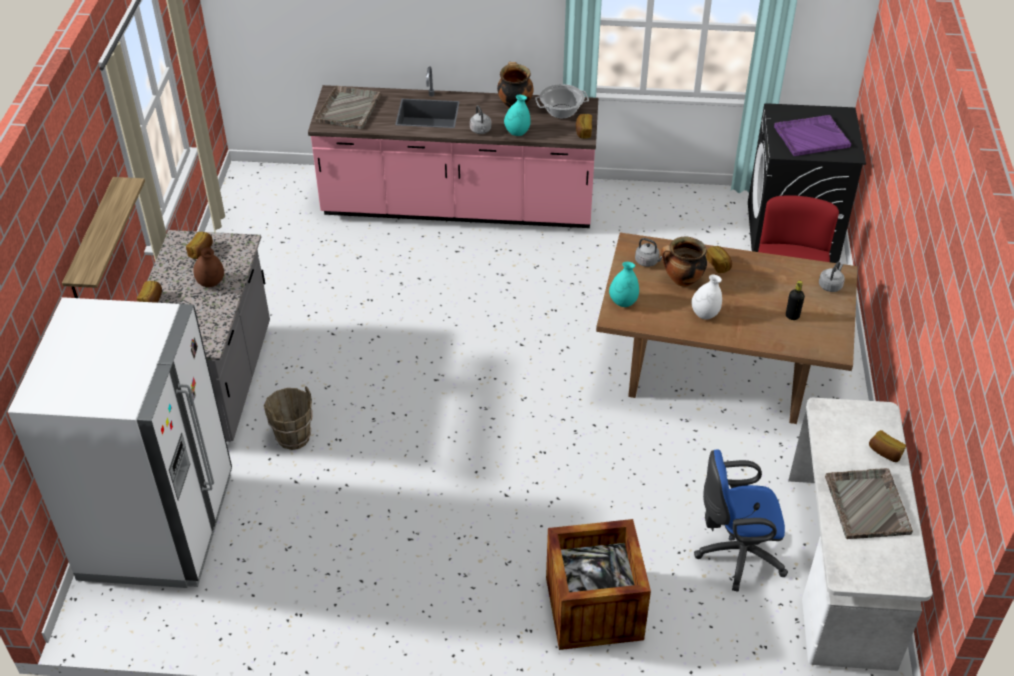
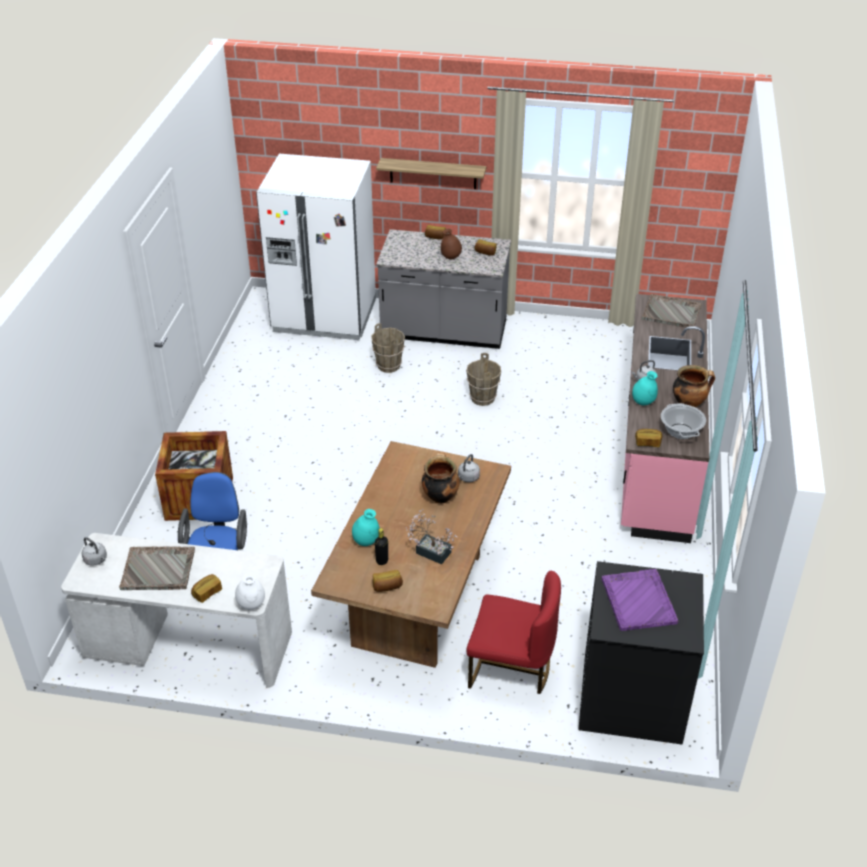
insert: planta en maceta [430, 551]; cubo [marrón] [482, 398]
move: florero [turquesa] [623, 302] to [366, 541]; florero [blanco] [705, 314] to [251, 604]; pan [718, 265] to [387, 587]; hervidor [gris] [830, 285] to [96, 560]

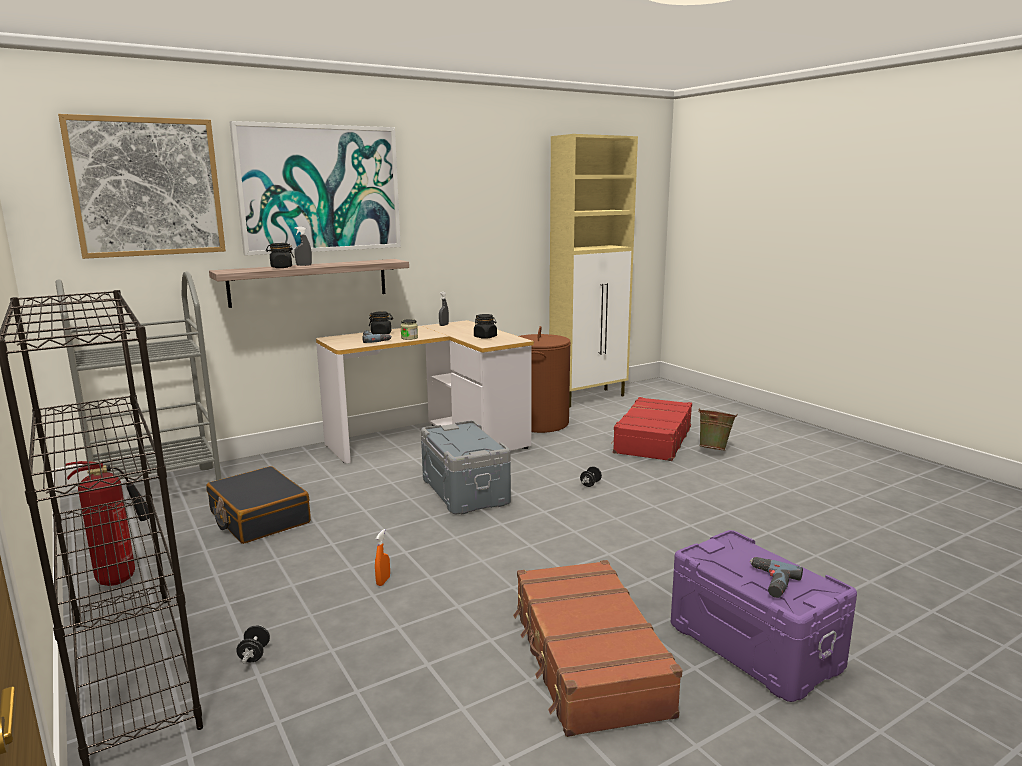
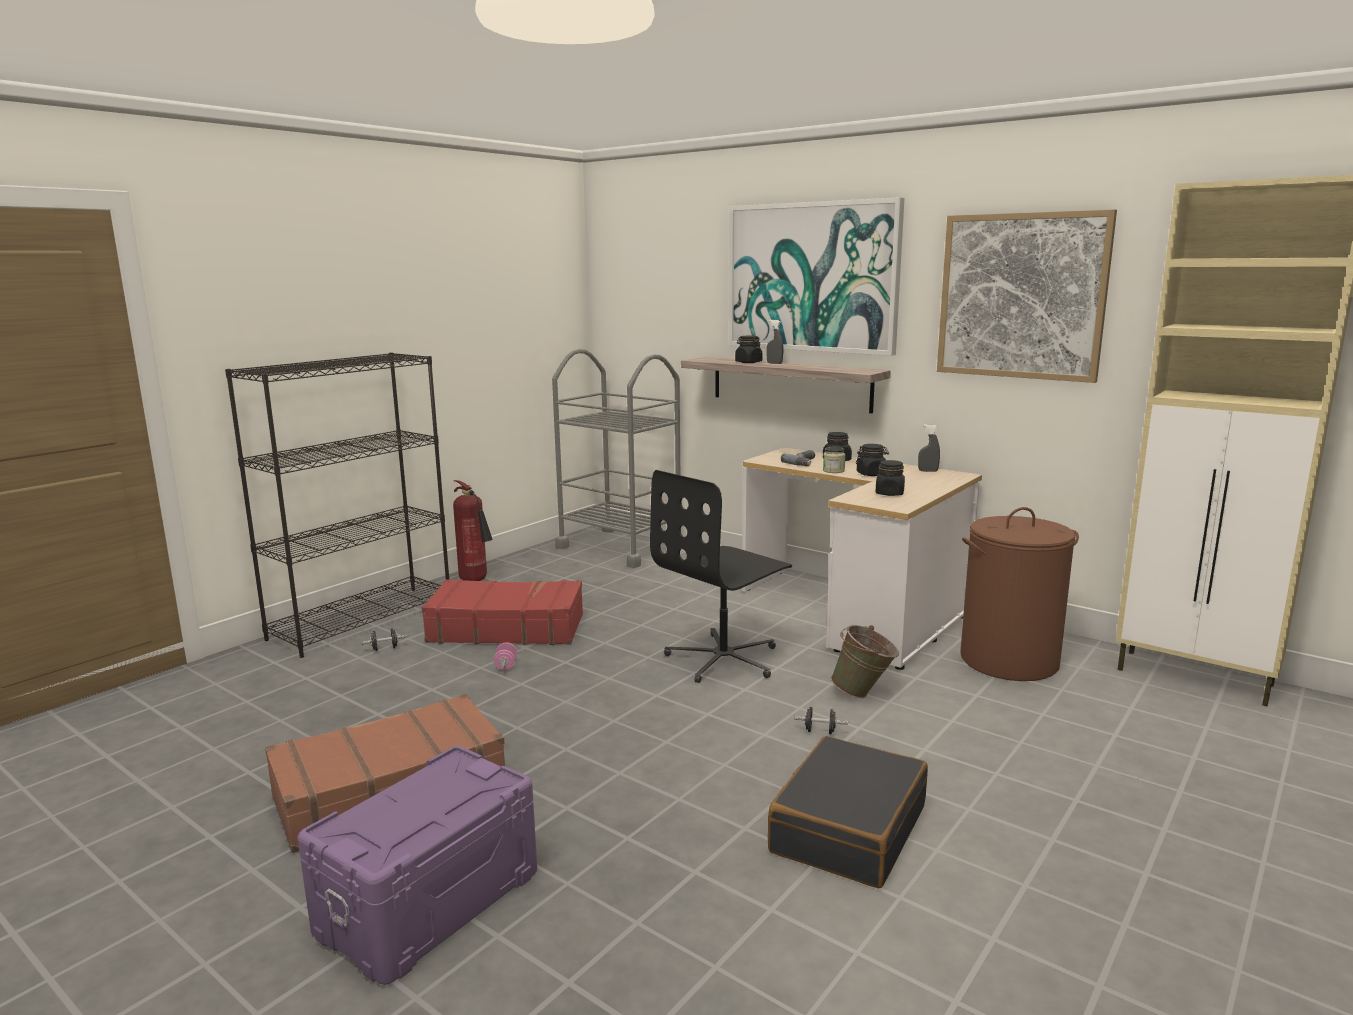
delete: taladro [770, 582]
insert: tarro [negro] [871, 474]
move: cuadro [147, 187] to [1021, 296]; maleta [negro] [259, 518] to [847, 829]; maleta [rojo] [652, 440] to [506, 628]; cubo [verde] [714, 449] to [864, 694]
replace: pulverizador [naranja] [383, 581] to mancuerna [rosa] [506, 665]; caja de almacenaje [gris] [464, 491] to silla de oficina [negro] [724, 659]

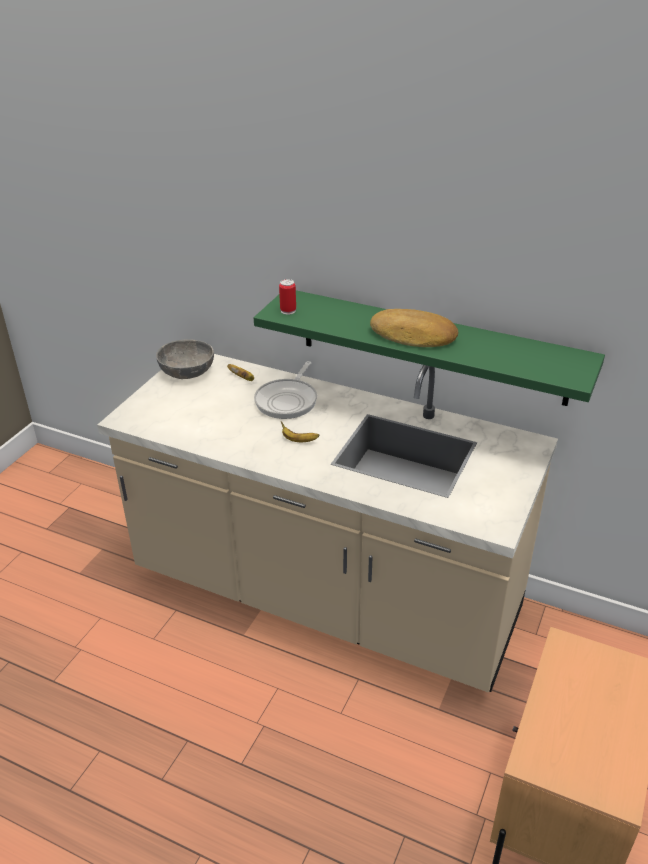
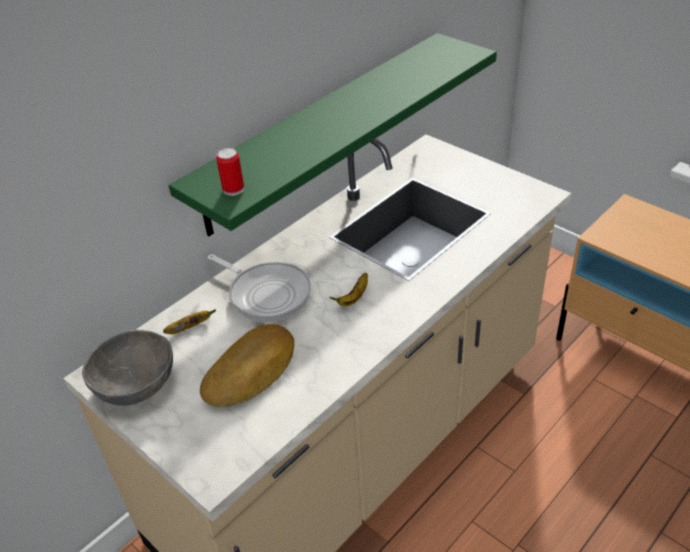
move: pan [413, 336] to [252, 371]

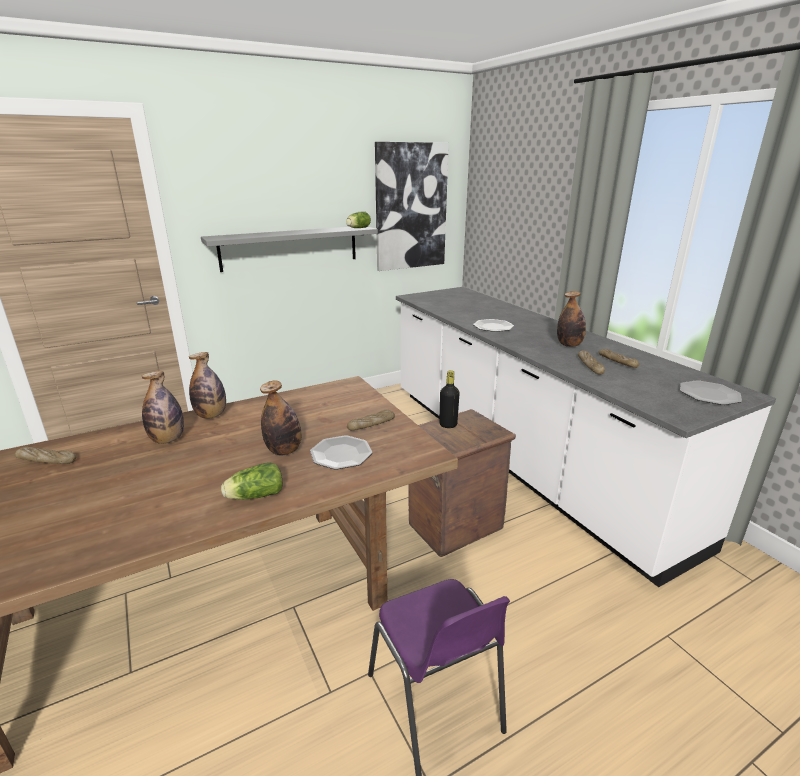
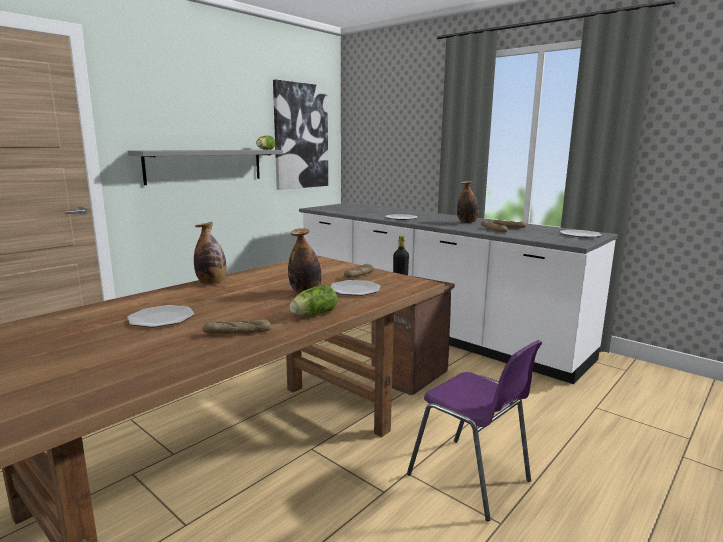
delete: botella [168, 439]
insert: plato [161, 318]
move: pan [47, 460] to [237, 332]

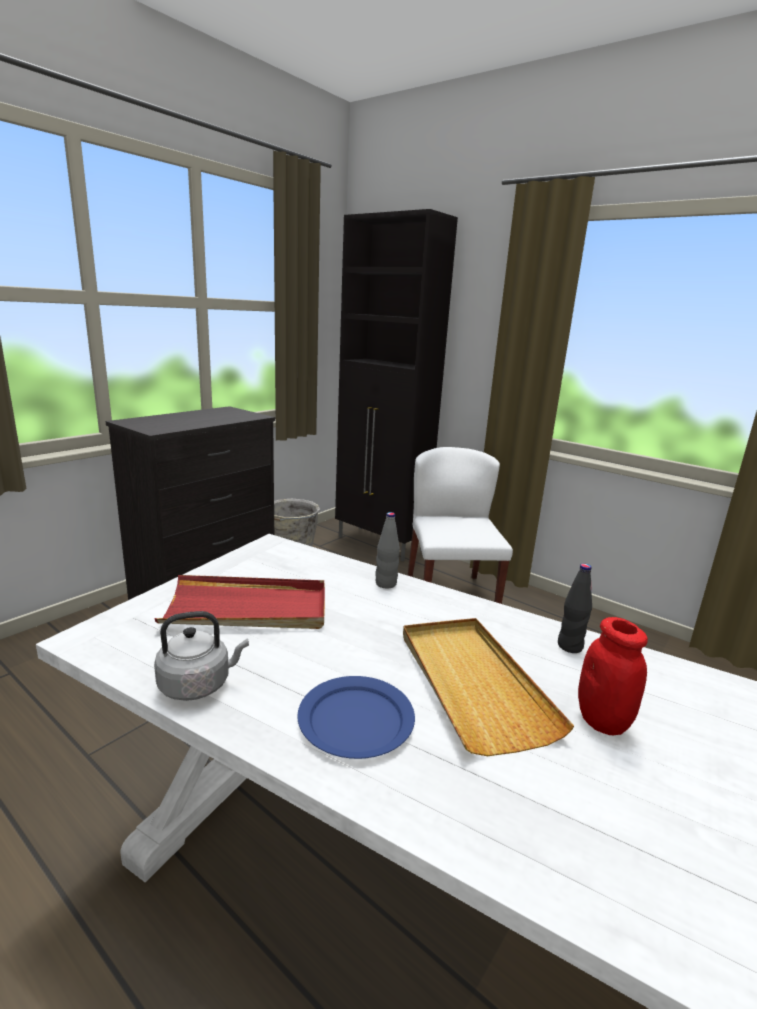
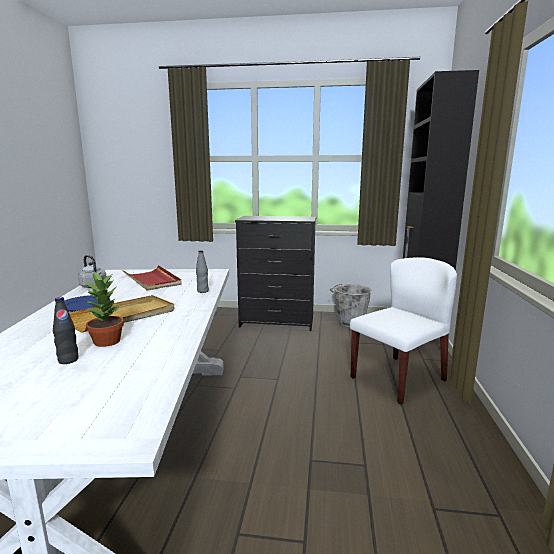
move: botella [negro] [569, 646] to [68, 360]
replace: tarro [rojo] [602, 721] to planta en maceta [107, 341]

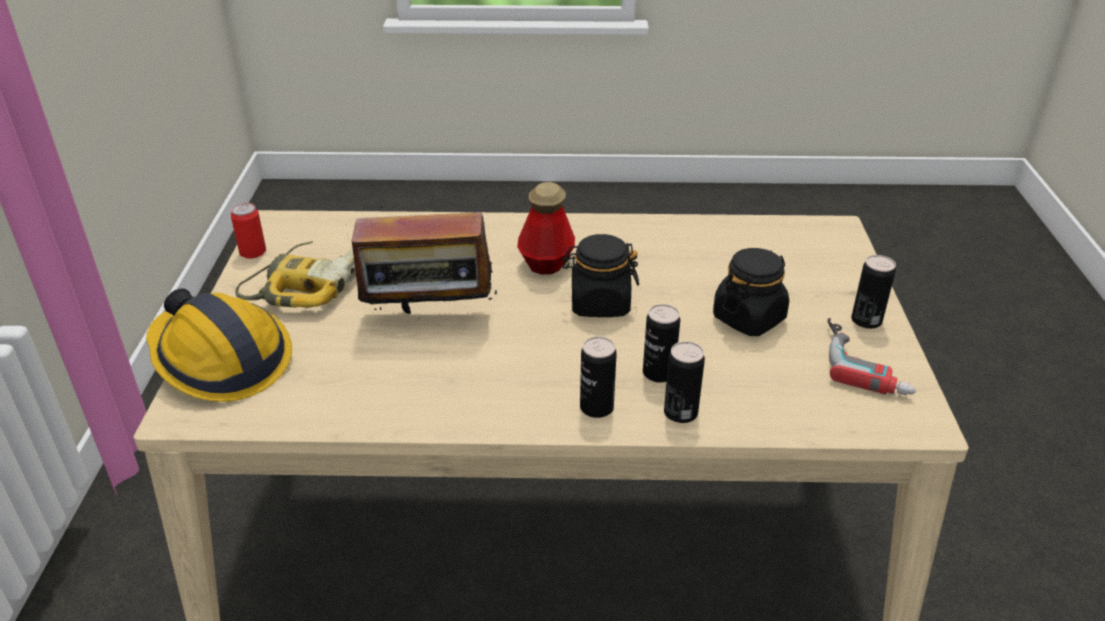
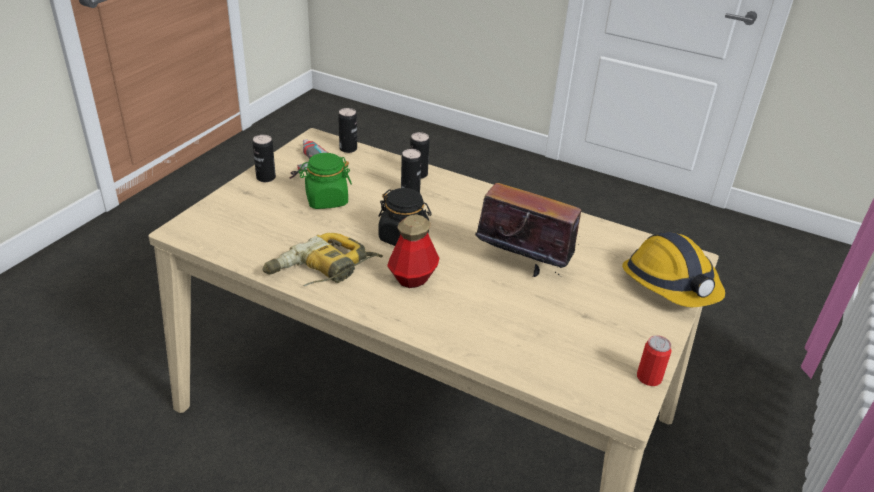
move: taladro [313, 282] to [322, 271]; lata [596, 407] to [348, 149]
recolor: tarro [negro] [749, 318] to tarro [verde] [326, 200]

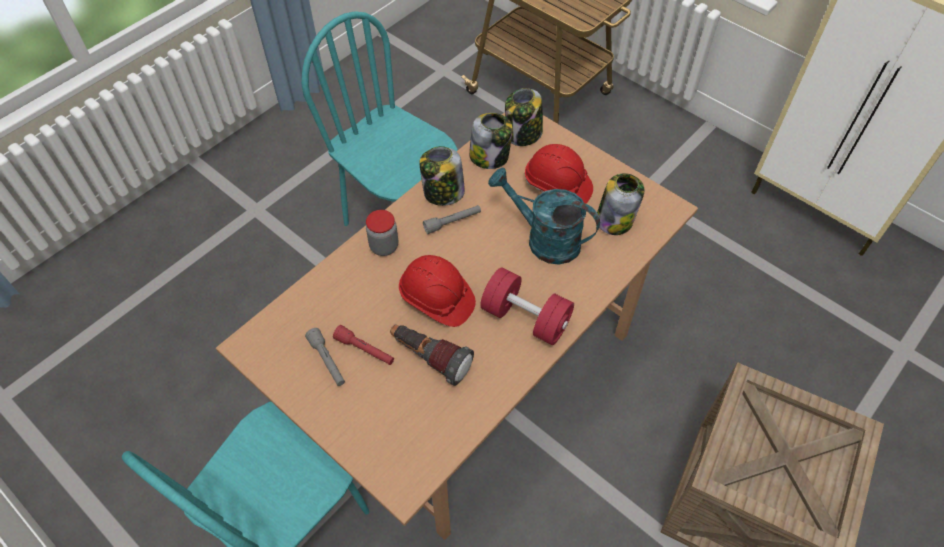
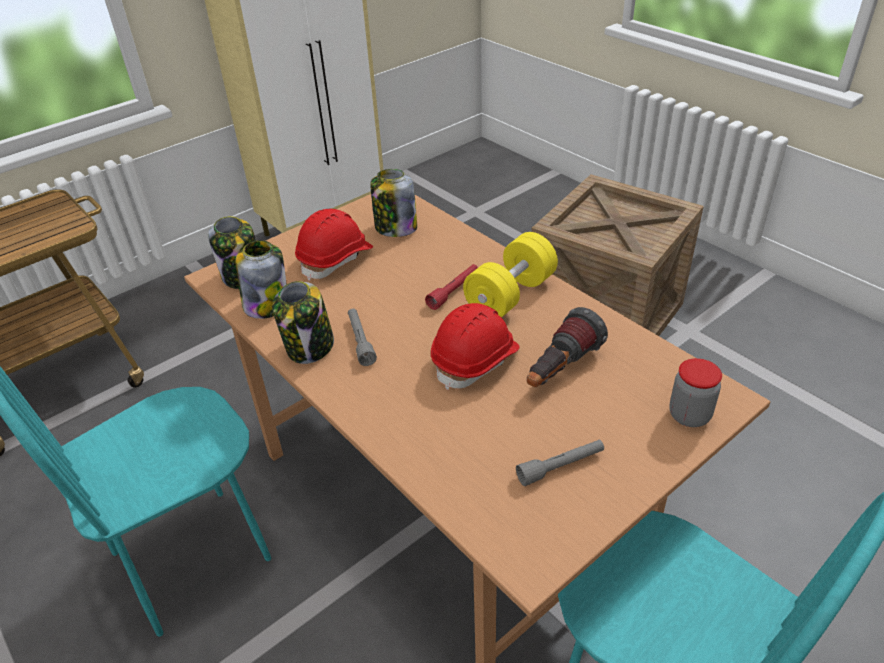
delete: regadera [turquesa] [544, 239]
move: linterna [rojo] [365, 350] to [454, 291]; tarro [384, 246] to [689, 415]
recolor: mancuerna [rojo] [525, 318] to mancuerna [amarillo] [510, 295]

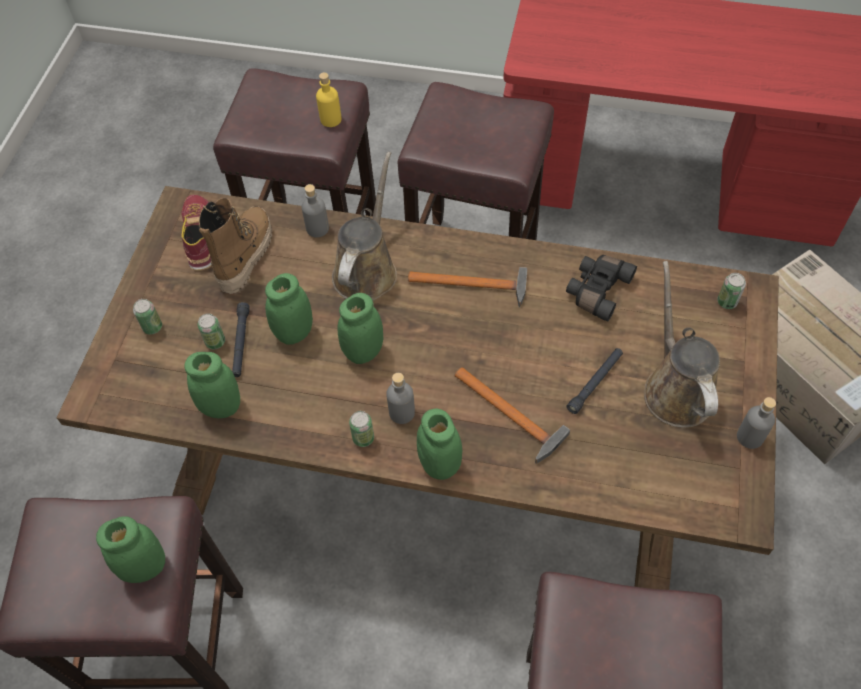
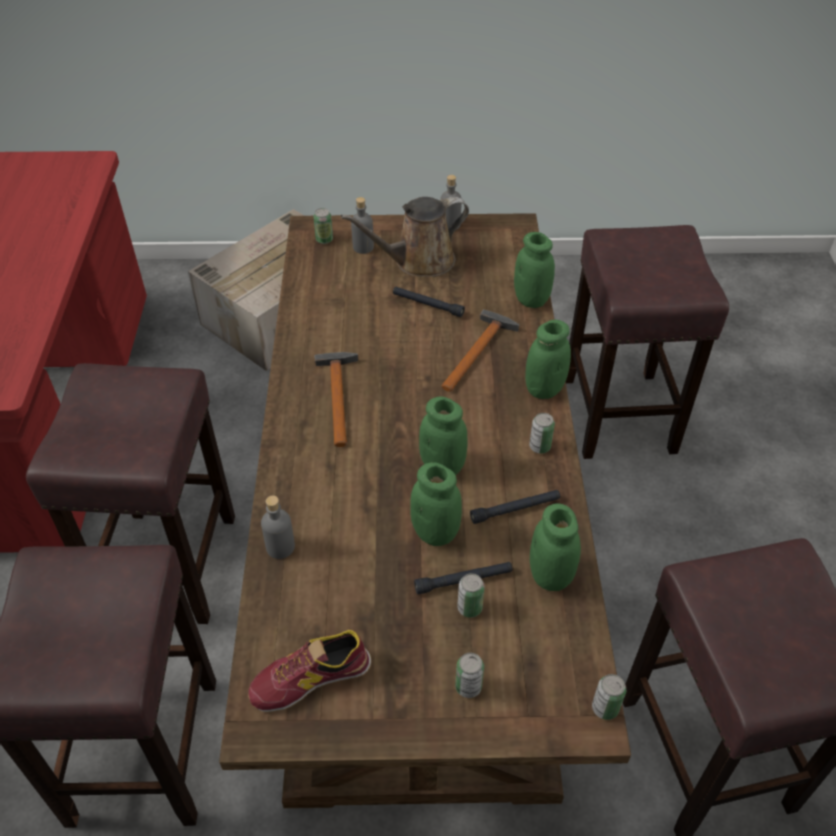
delete: bota [244, 256]; botella [amarillo] [330, 119]; regadera [marrón] [367, 270]; prismáticos [negro] [597, 290]
insert: linterna [negro] [515, 509]; lata [605, 708]
move: tarro [verde] [145, 567] to [531, 299]; botella [gris] [401, 412] to [363, 247]

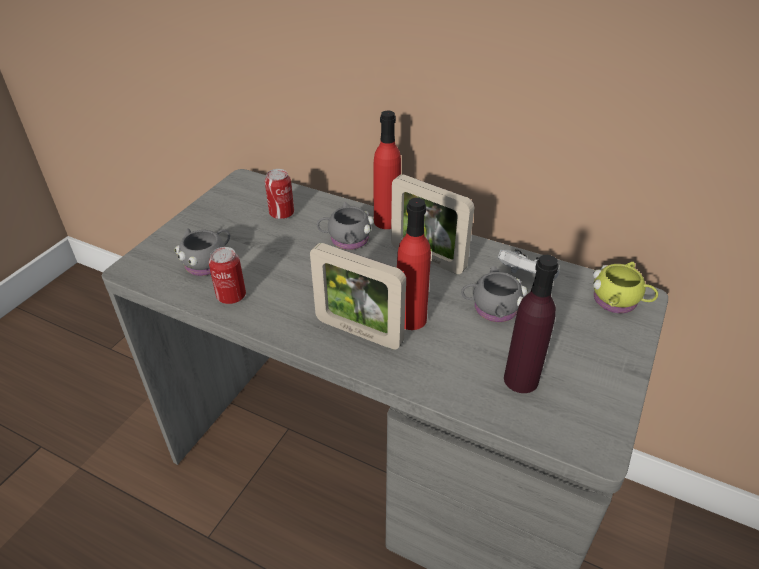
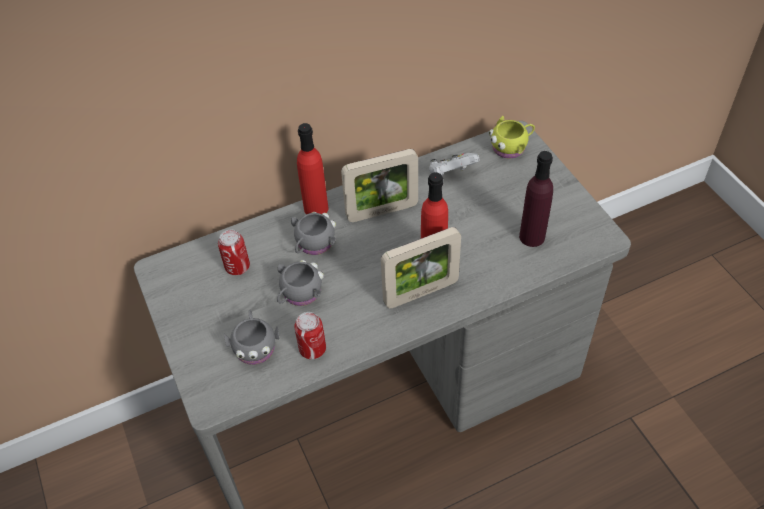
move: taza grande [gris] [491, 308] to [299, 294]

